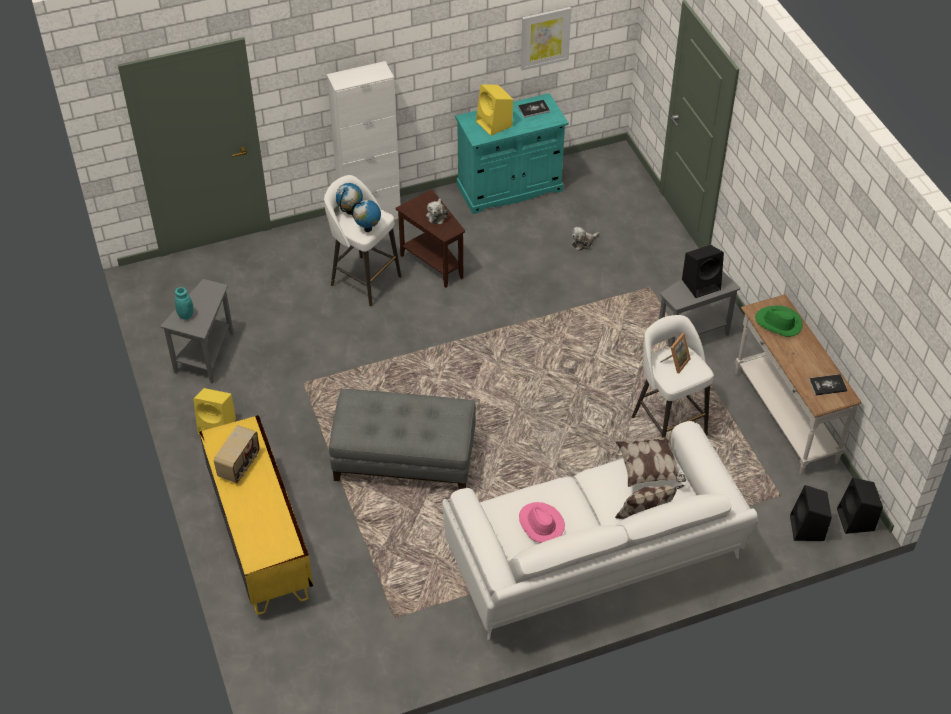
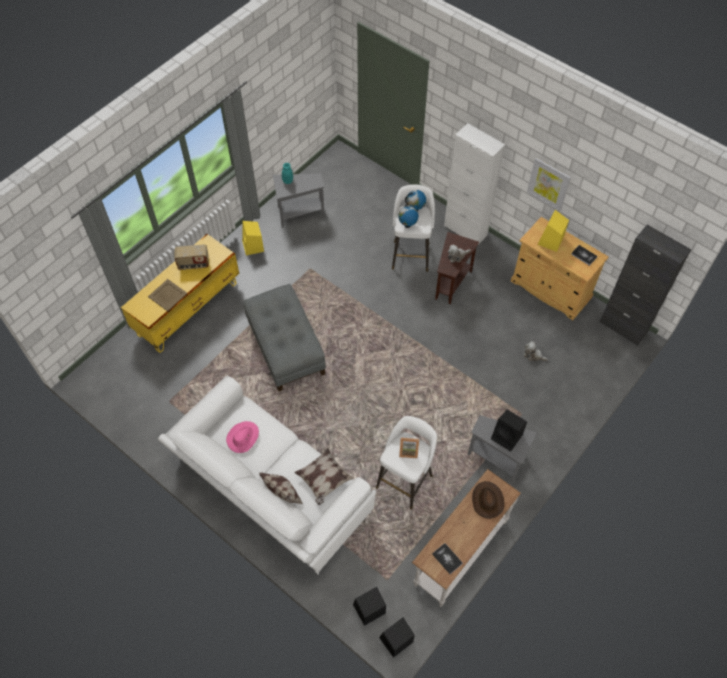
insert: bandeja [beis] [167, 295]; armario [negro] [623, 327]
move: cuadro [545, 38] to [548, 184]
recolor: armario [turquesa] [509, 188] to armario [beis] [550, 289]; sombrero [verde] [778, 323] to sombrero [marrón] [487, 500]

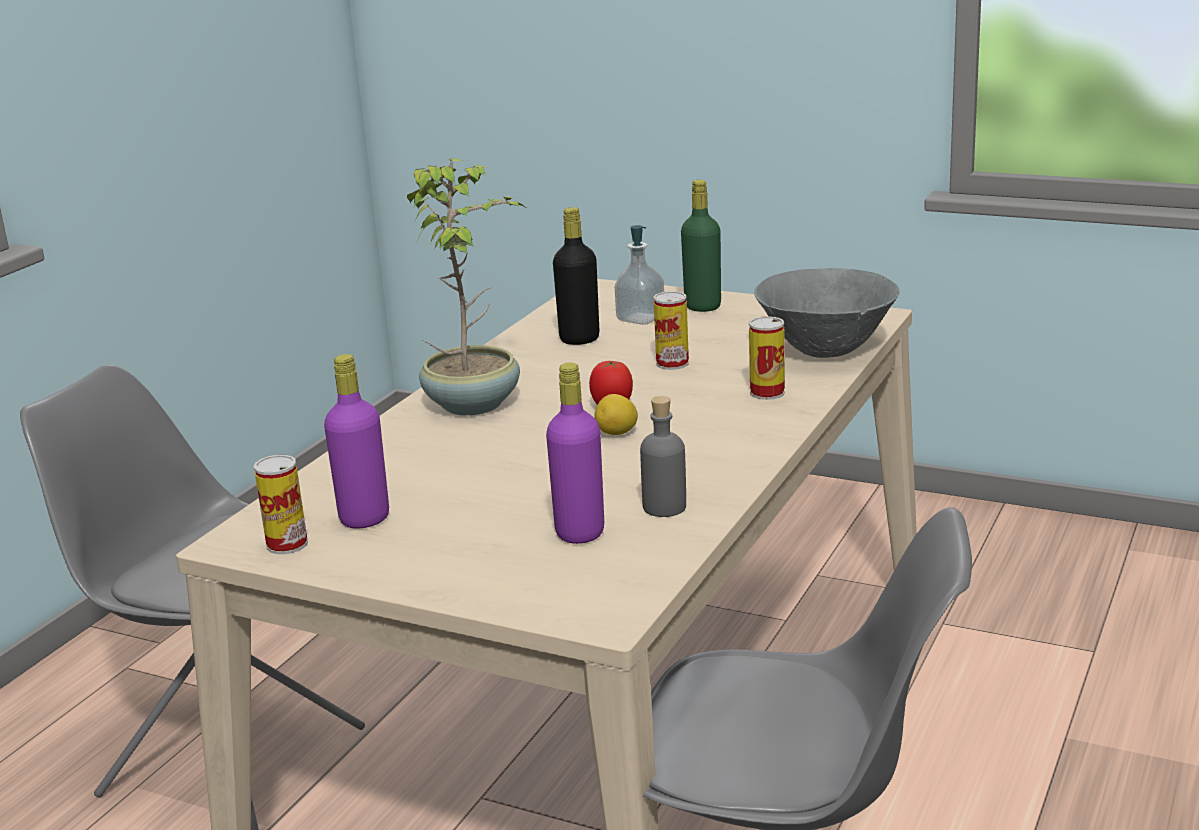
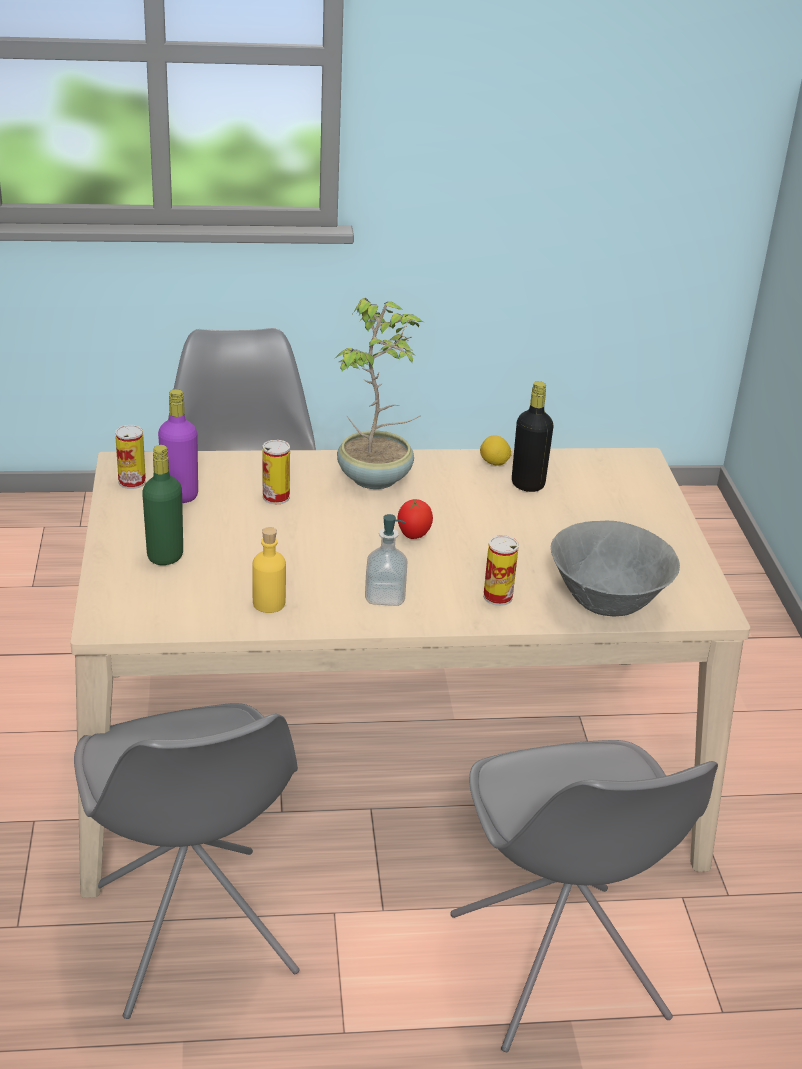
delete: botella [morado] [580, 533]
insert: silla [gris] [558, 970]
move: limón [617, 434] to [494, 463]; dispensador de jabón [640, 318] to [385, 596]; lata [672, 363] to [276, 497]; botella [verde] [702, 306] to [165, 556]
recolor: botella [gris] [664, 507] to botella [amarillo] [269, 603]

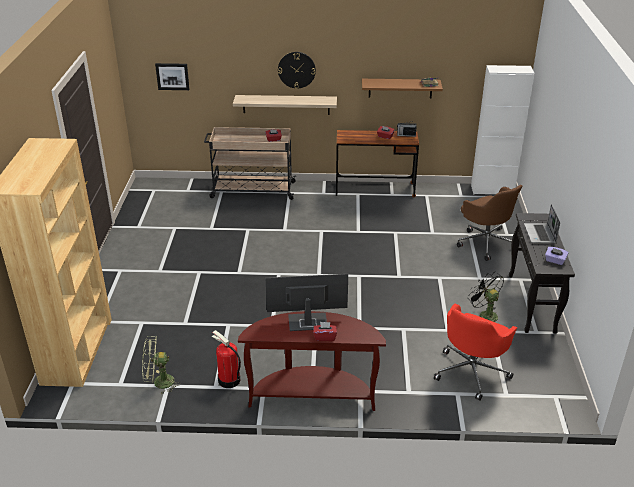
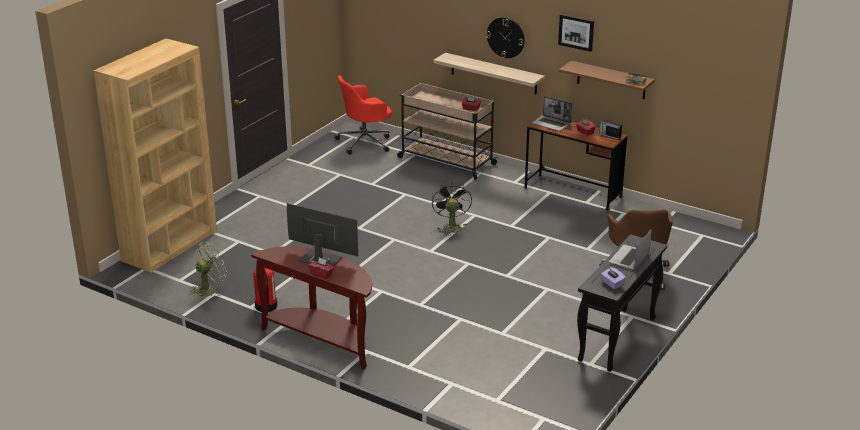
delete: armario [blanco] [492, 190]
insert: portátil [552, 124]
move: cuadro [172, 76] to [576, 32]; silla de oficina [rojo] [471, 371] to [365, 142]; ventilador [negro] [484, 315] to [450, 226]
rotate: ventilador [verde] [159, 383] = [209, 289] 120 degrees clockwise

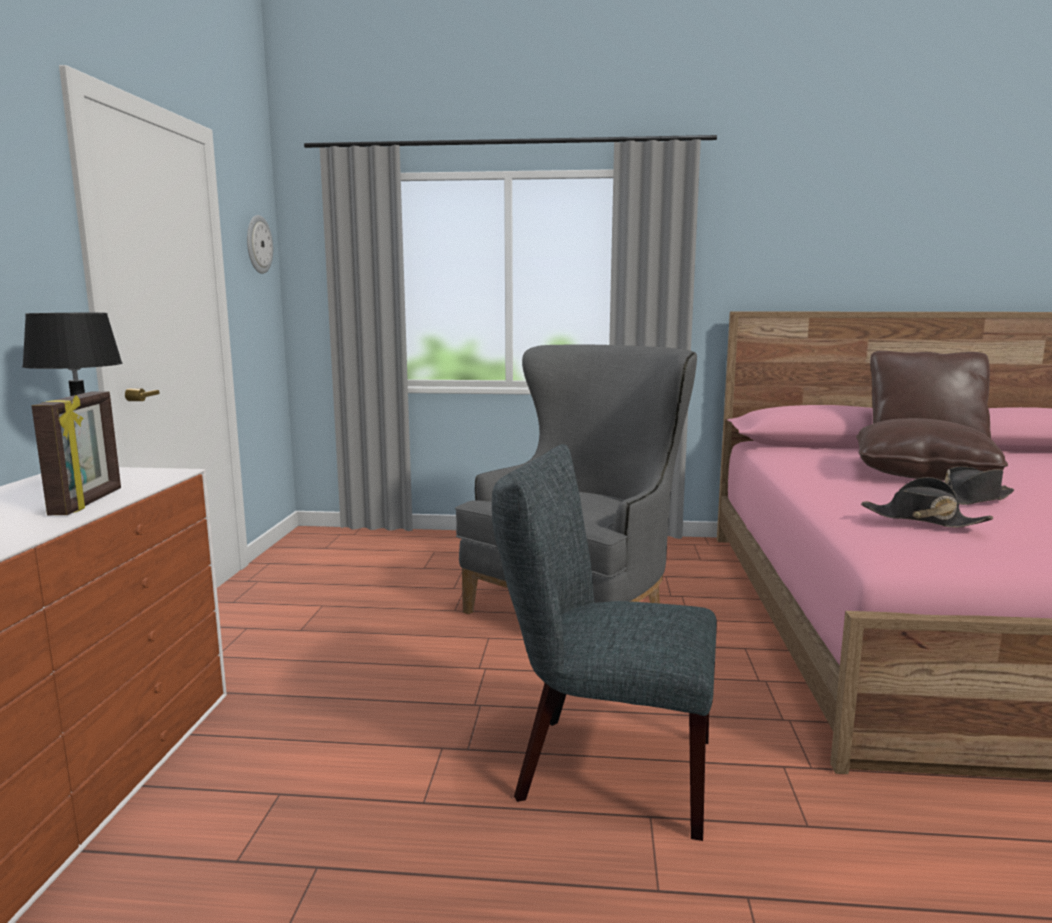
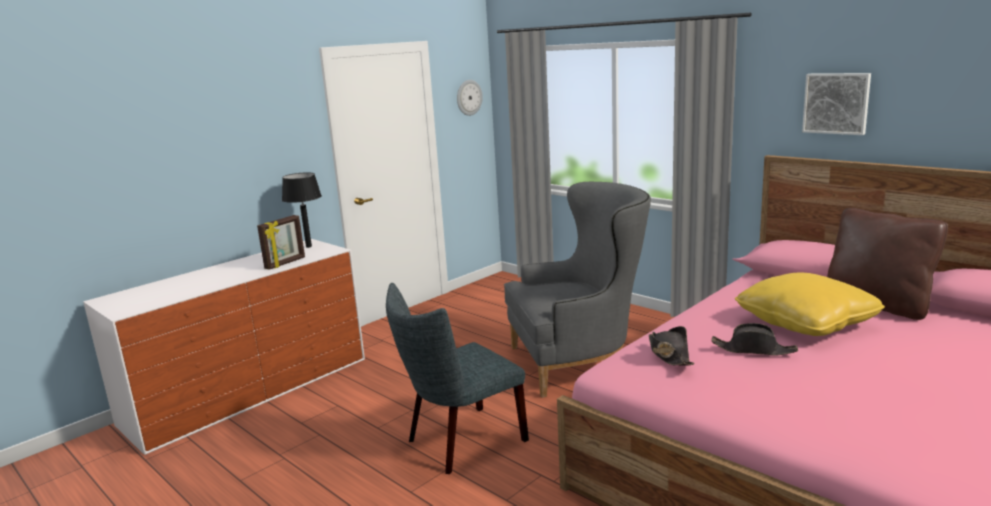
insert: cuadro [836, 103]
recolor: cojín [marrón] [922, 475] to cojín [amarillo] [805, 323]
rotate: silla [gris] [601, 768] = [460, 442] 90 degrees counterclockwise

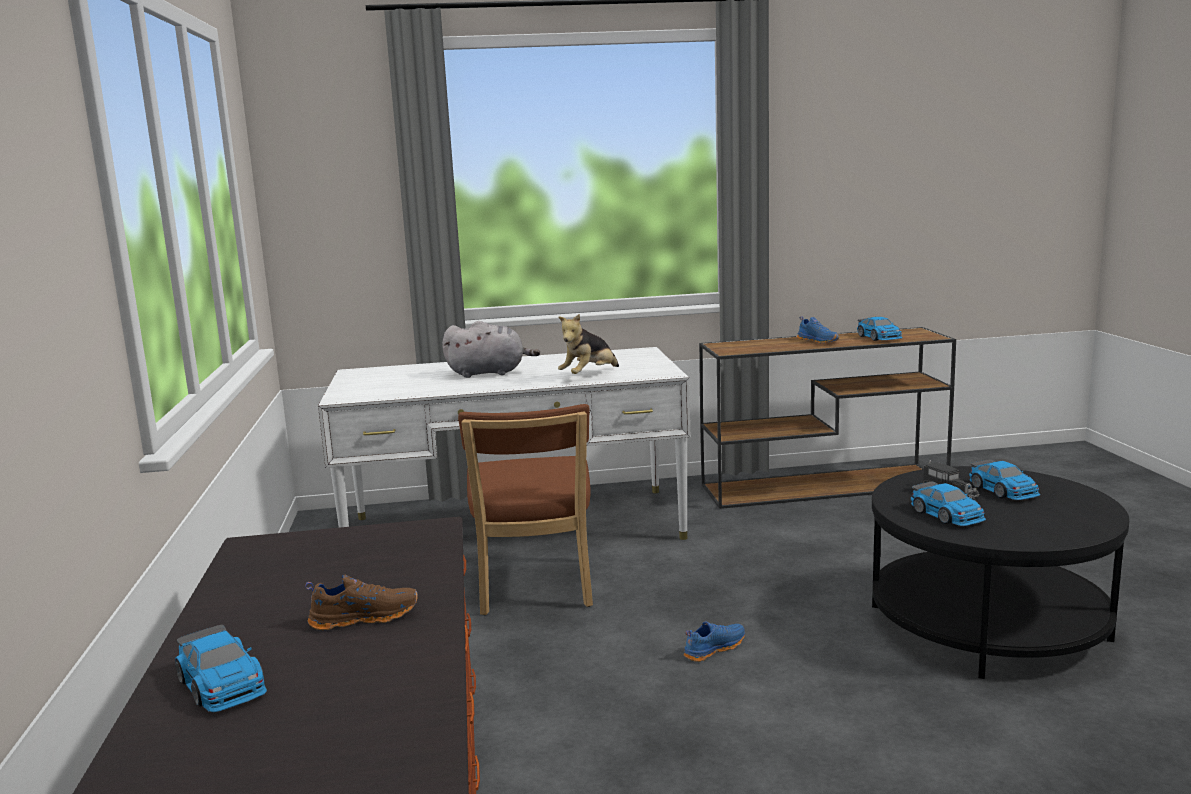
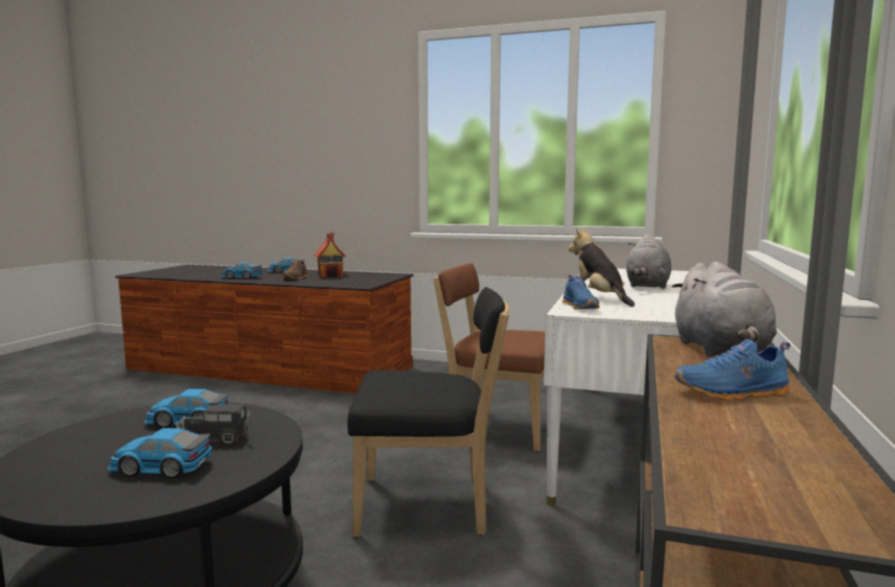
insert: casita [331, 275]; silla [negro] [430, 506]; peluche [gris] [721, 351]
move: zapato [azul] [713, 649] to [581, 307]; coche de juguete [879, 337] to [242, 277]

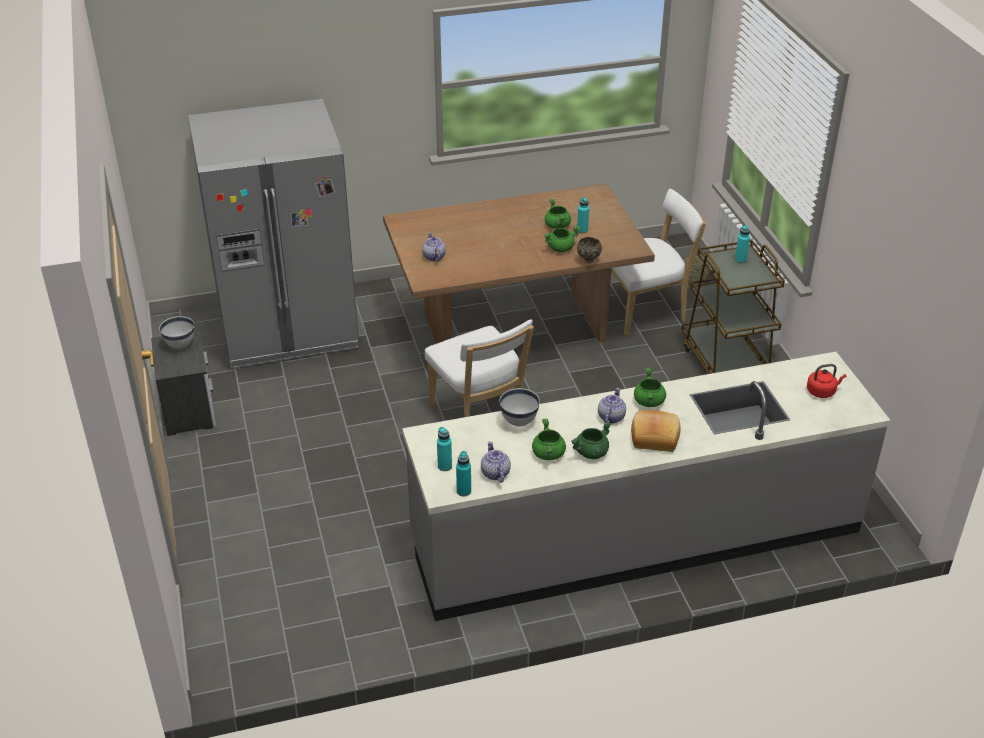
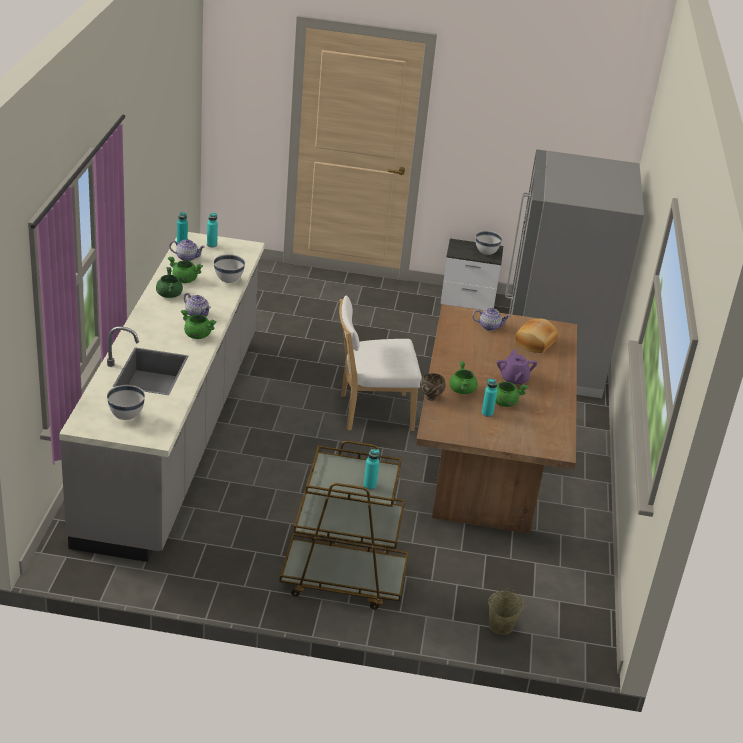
delete: silla [blanco] [646, 310]
insert: tetera [morado] [513, 379]
move: pan [654, 437] to [535, 343]
replace: hervidor [rojo] [822, 391] to cuenco [blanco] [126, 416]

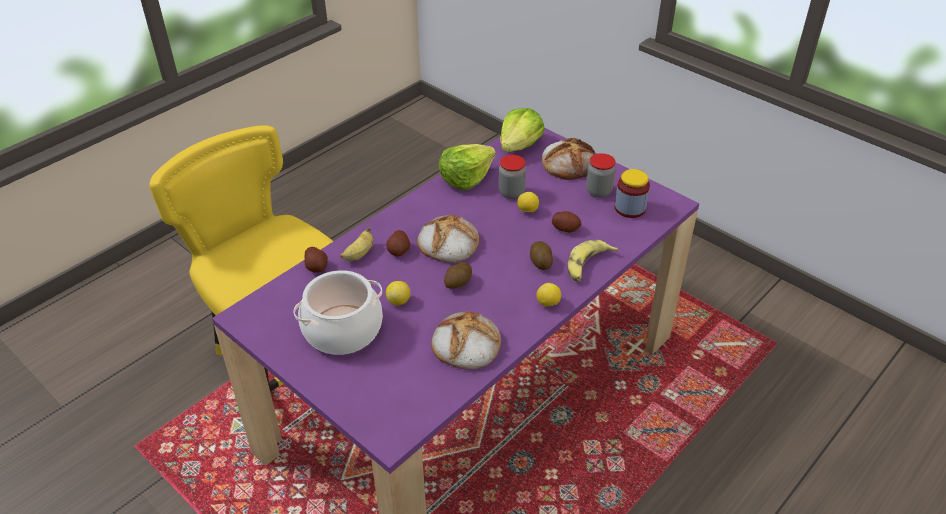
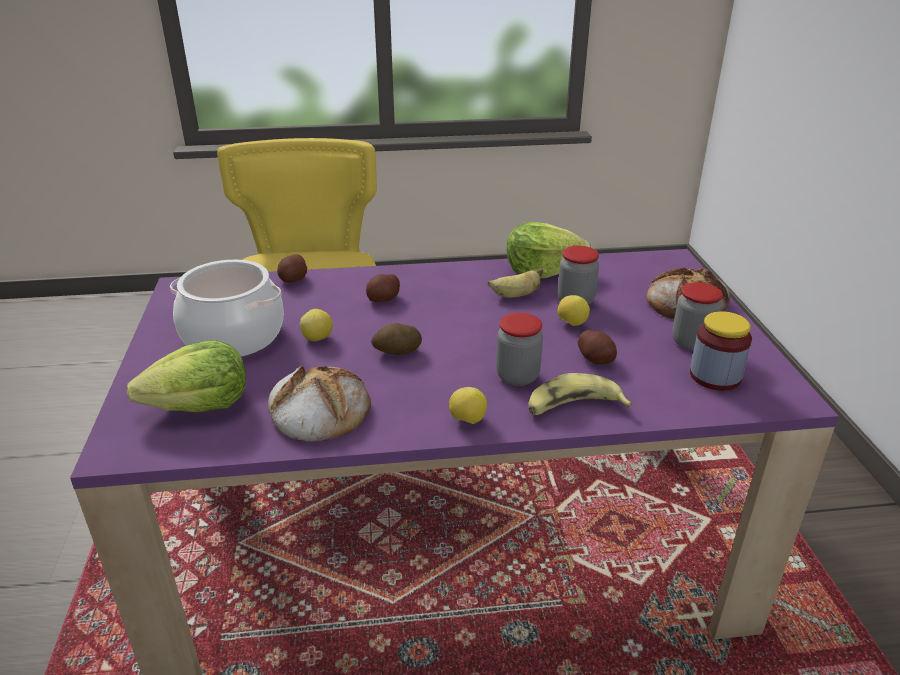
delete: pan [447, 243]
move: plátano [359, 254] to [515, 295]; lechuga [519, 145] to [200, 405]
replace: patata [540, 262] to tarro [517, 376]

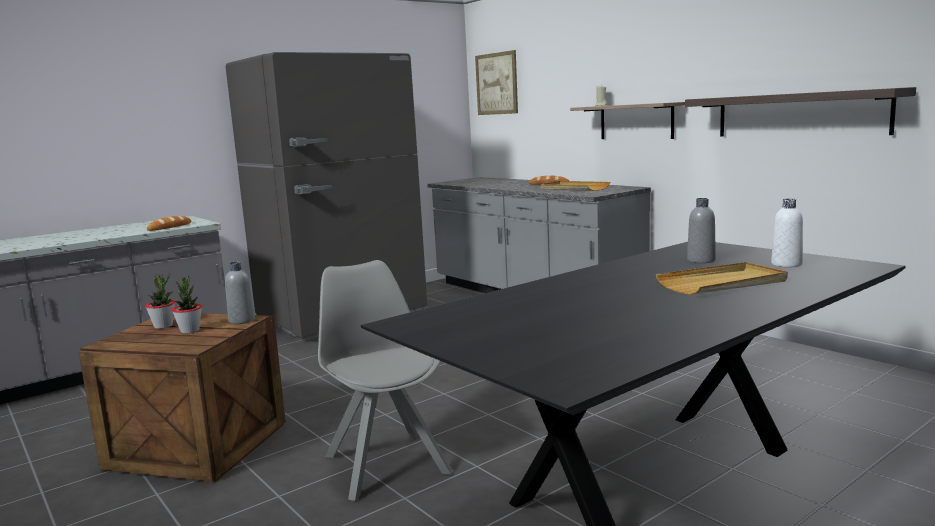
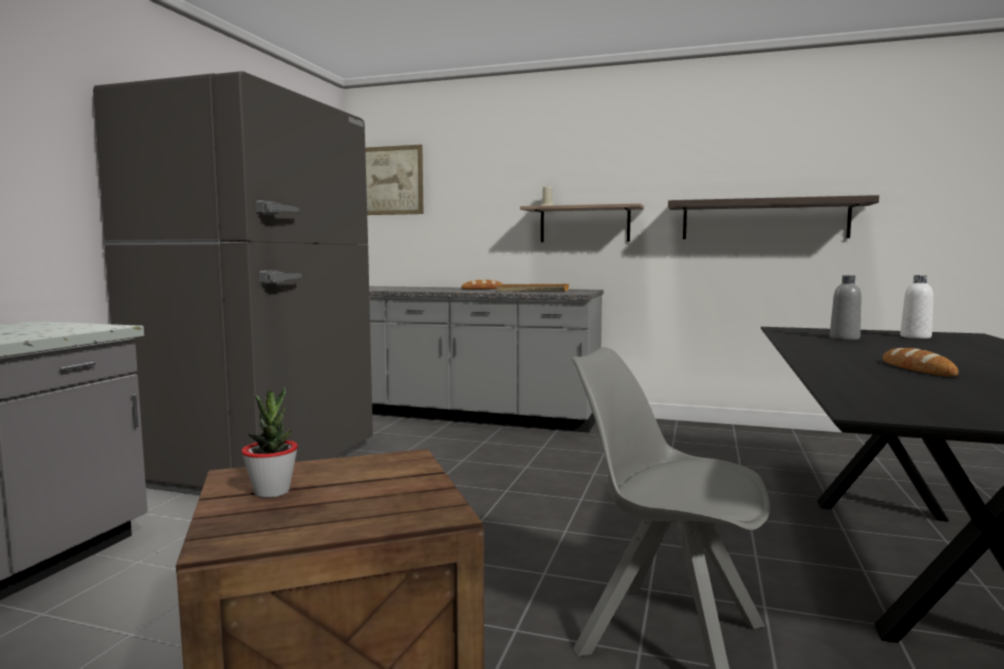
delete: planta en maceta [190, 330]; botella [gris] [242, 320]; bandeja [beis] [723, 283]
move: pan [170, 227] to [917, 369]

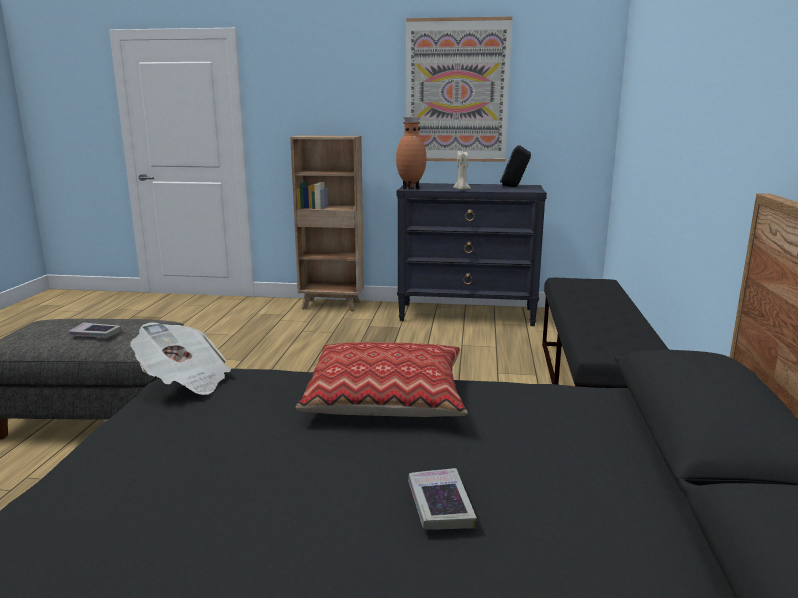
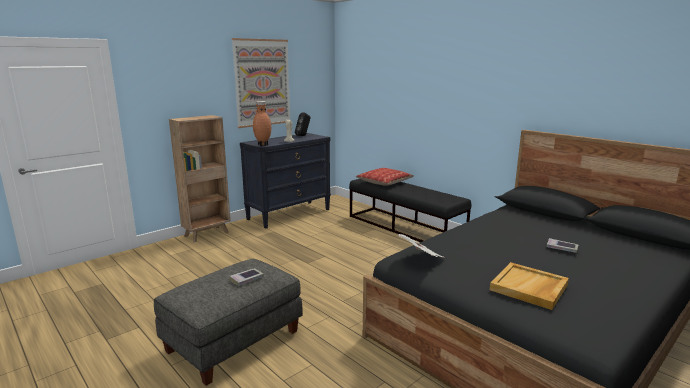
insert: bandeja [beis] [529, 288]
move: cojín [387, 397] to [384, 182]

